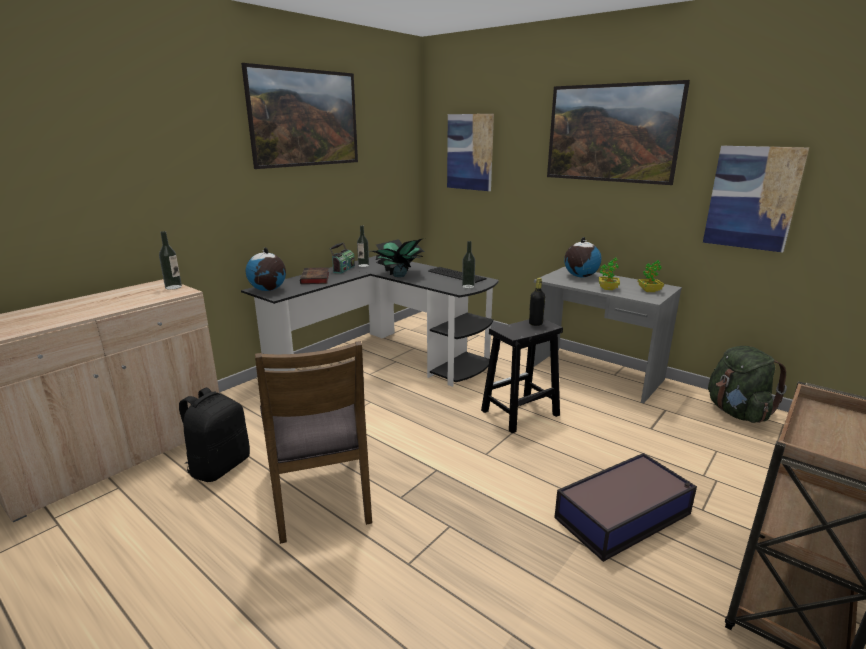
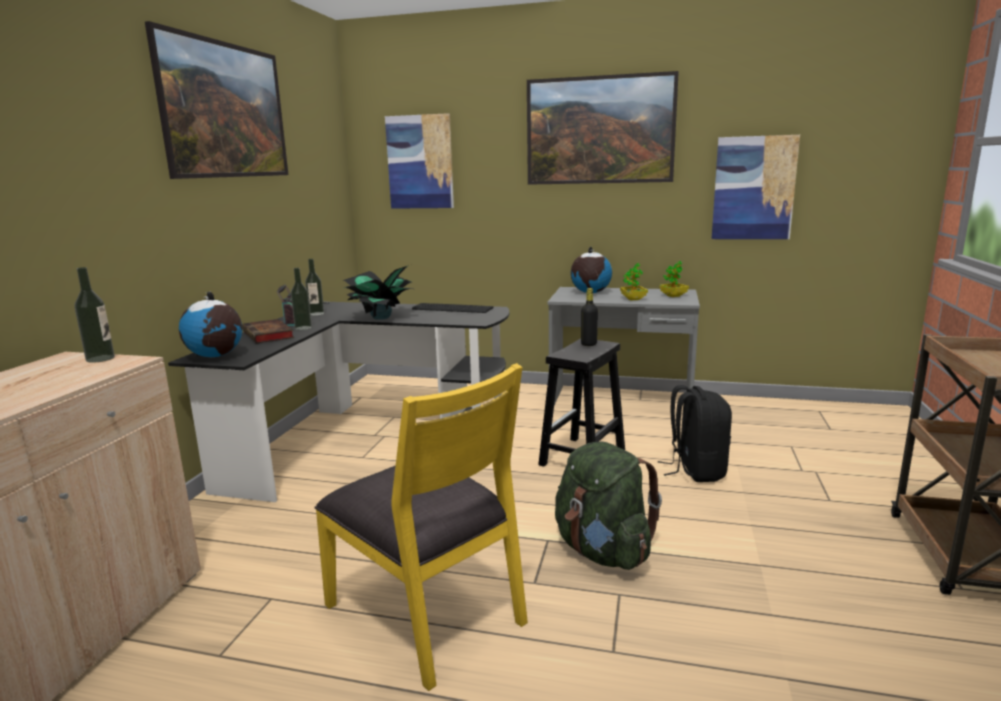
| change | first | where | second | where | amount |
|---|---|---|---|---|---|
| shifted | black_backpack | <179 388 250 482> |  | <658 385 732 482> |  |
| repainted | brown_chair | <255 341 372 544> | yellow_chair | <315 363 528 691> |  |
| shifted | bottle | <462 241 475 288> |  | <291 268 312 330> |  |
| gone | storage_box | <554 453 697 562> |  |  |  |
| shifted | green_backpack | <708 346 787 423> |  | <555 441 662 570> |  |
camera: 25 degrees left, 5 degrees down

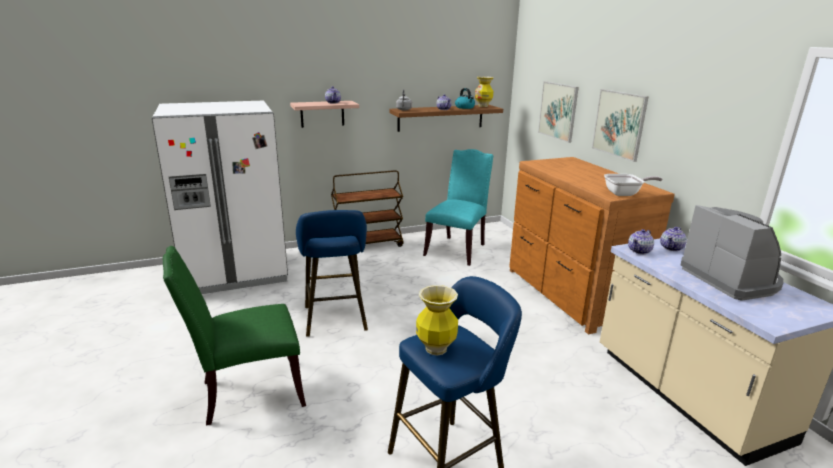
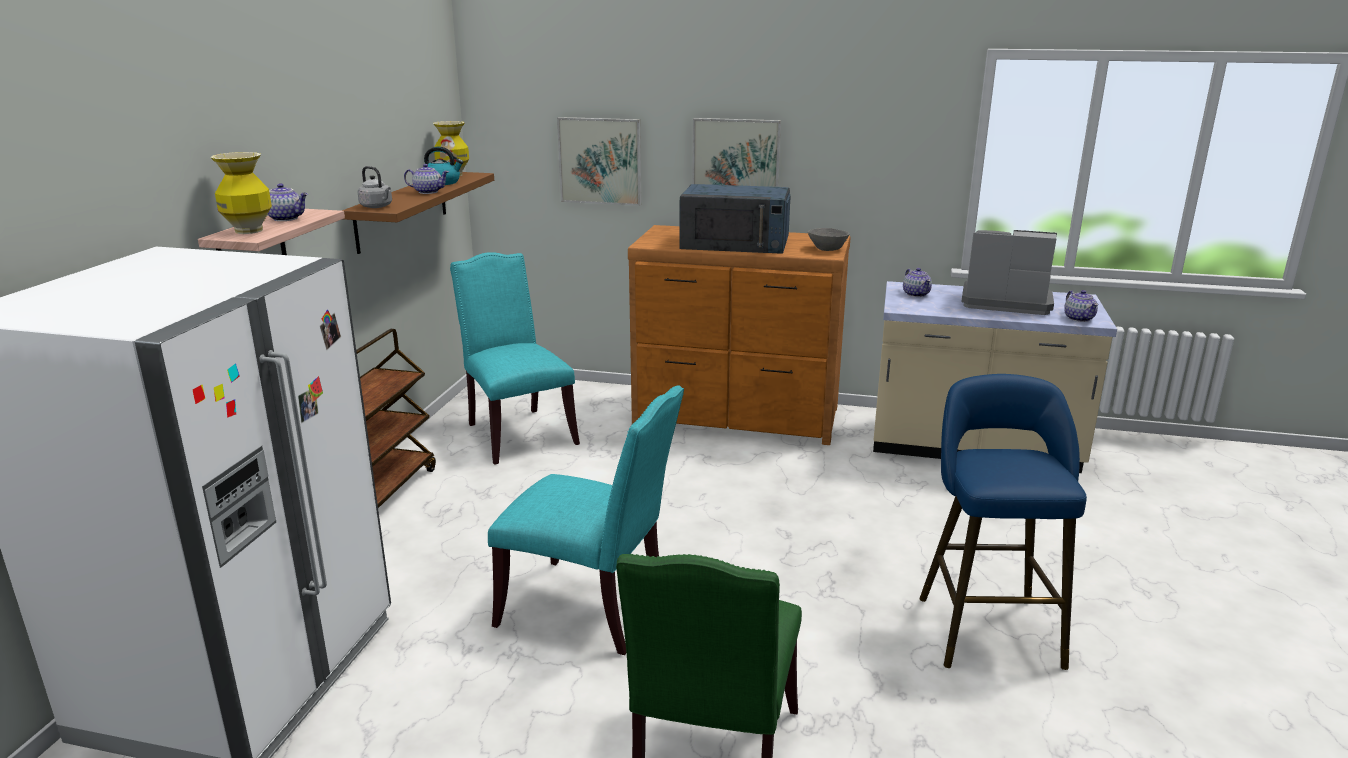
| change | first | where | second | where | amount |
|---|---|---|---|---|---|
| swapped | blue_stool | <296 210 368 337> | turquoise_chair | <488 385 684 655> |  |
| shifted | vase | <416 285 458 356> |  | <210 152 272 234> |  |
| swapped | frying_pan | <604 174 663 196> | grey_bowl | <808 228 849 251> |  |
| shifted | teapot | <628 229 654 254> |  | <1064 290 1099 322> |  |
| new |  |  | blue_microwave | <680 184 791 254> |  |
camera: 55 degrees left, 0 degrees up

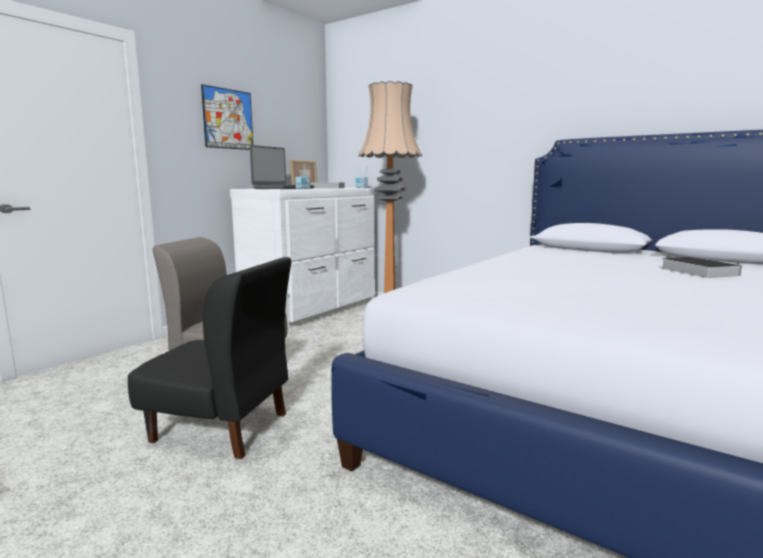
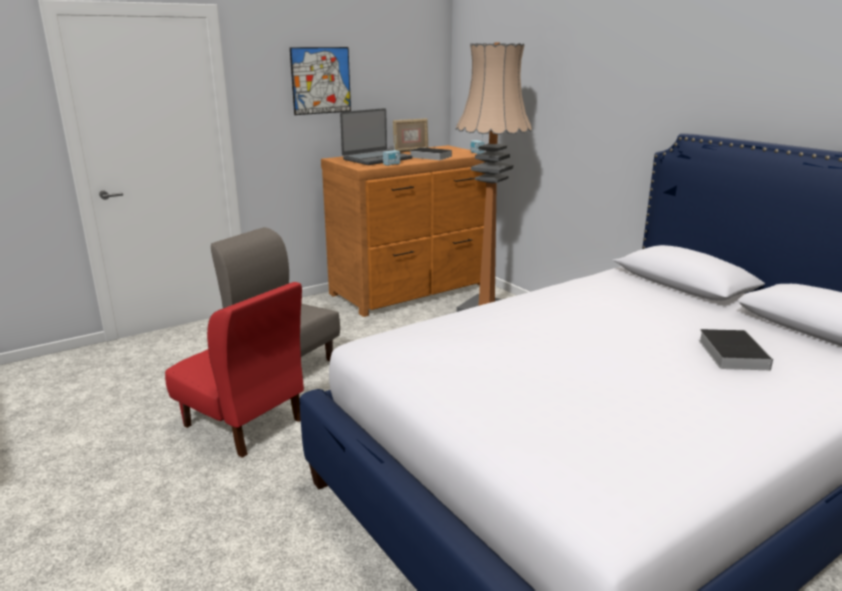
| change | first | where | second | where | amount |
|---|---|---|---|---|---|
| repainted | black_chair | <128 257 291 459> | red_chair | <165 282 304 458> |  |
| repainted | white_dresser | <230 188 375 329> | brown_dresser | <321 145 487 317> |  |
camera: 20 degrees right, 10 degrees up

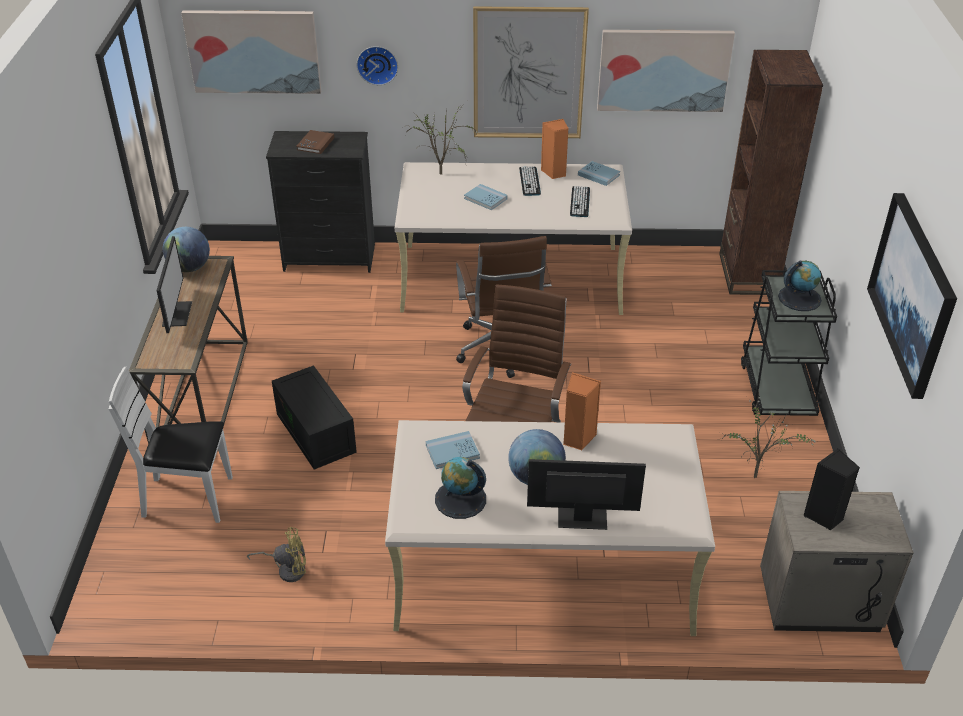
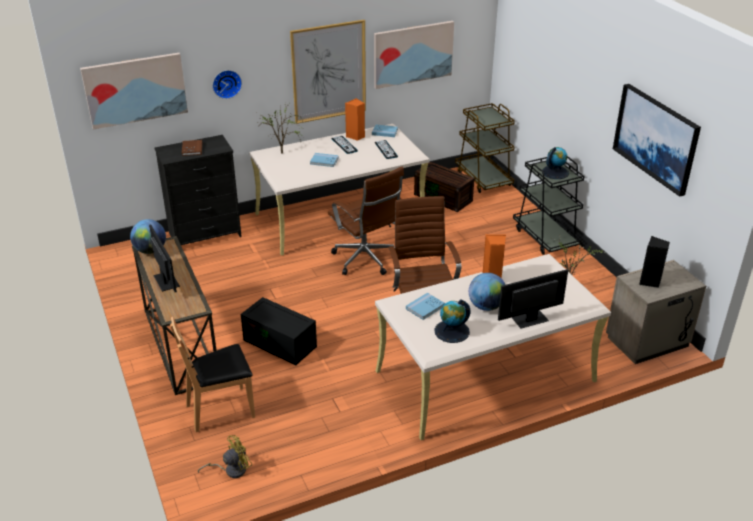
| change | first | where | second | where | amount |
|---|---|---|---|---|---|
| repainted | white_chair | <109 367 233 523> | brown_chair | <170 317 255 432> |  |
| shifted | yellow_fan | <247 527 306 582> |  | <198 435 252 478> |  |
| swapped | brown_bookcase | <719 50 823 295> | brown_cart | <455 103 515 193> |  |
| new |  |  | brown_storage_box | <414 162 475 212> |  |
camera: 25 degrees left, 5 degrees down

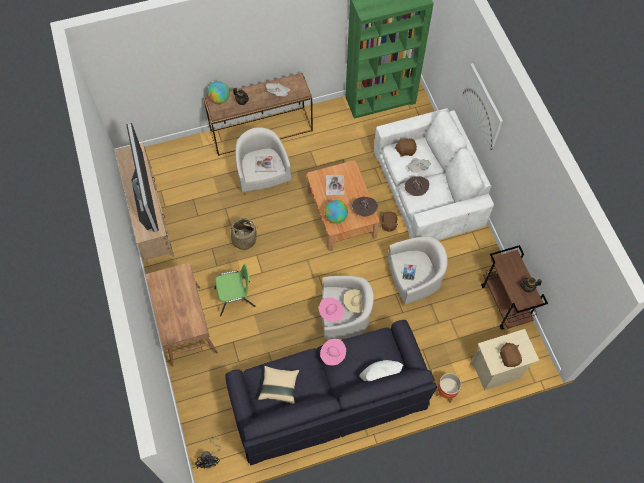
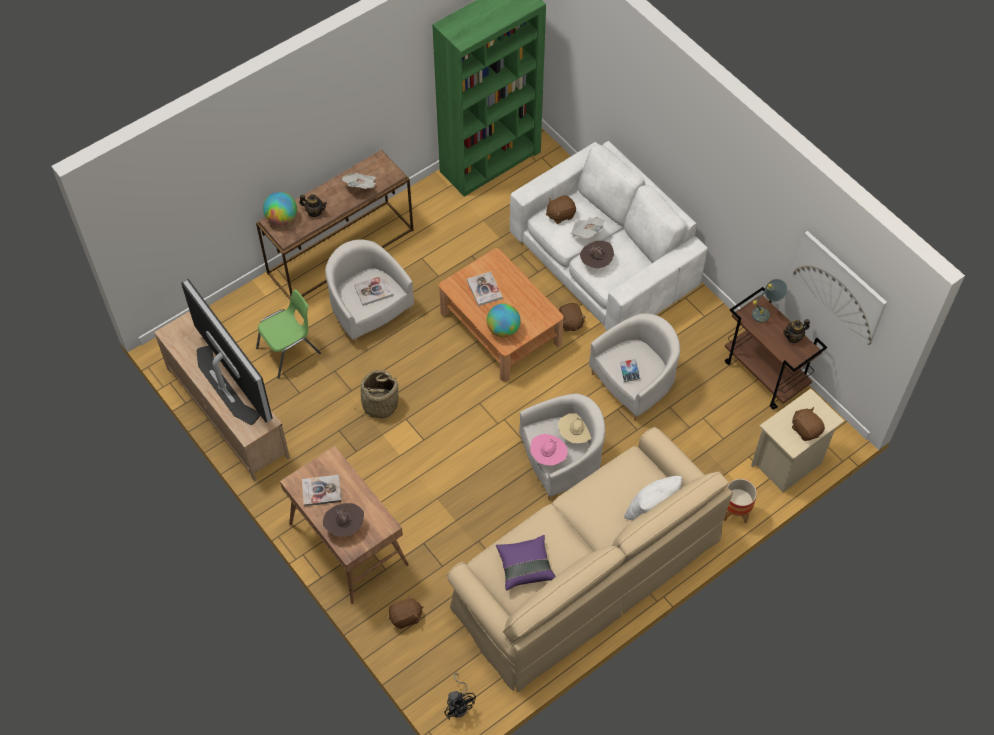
| change | first | where | second | where | amount |
|---|---|---|---|---|---|
| shifted | green_chair | <214 264 256 316> |  | <256 289 321 379> |  |
| repainted | black_sofa | <225 320 437 465> | beige_sofa | <447 427 733 692> |  |
| repainted | beige_pillow | <258 366 299 404> | purple_pillow | <496 535 556 590> |  |
| gone | pink_hat | <320 339 346 365> |  |  |  |
| shifted | brown_hat | <352 197 378 217> |  | <323 503 364 537> |  |
| shifted | picture | <463 63 503 150> |  | <792 231 887 346> |  |
| new |  |  | book | <302 475 341 506> |  |
| new |  |  | brown_plush_toy | <388 595 423 629> |  |
| new |  |  | grey_table_lamp | <752 279 787 322> |  |
camera: 20 degrees left, 5 degrees down

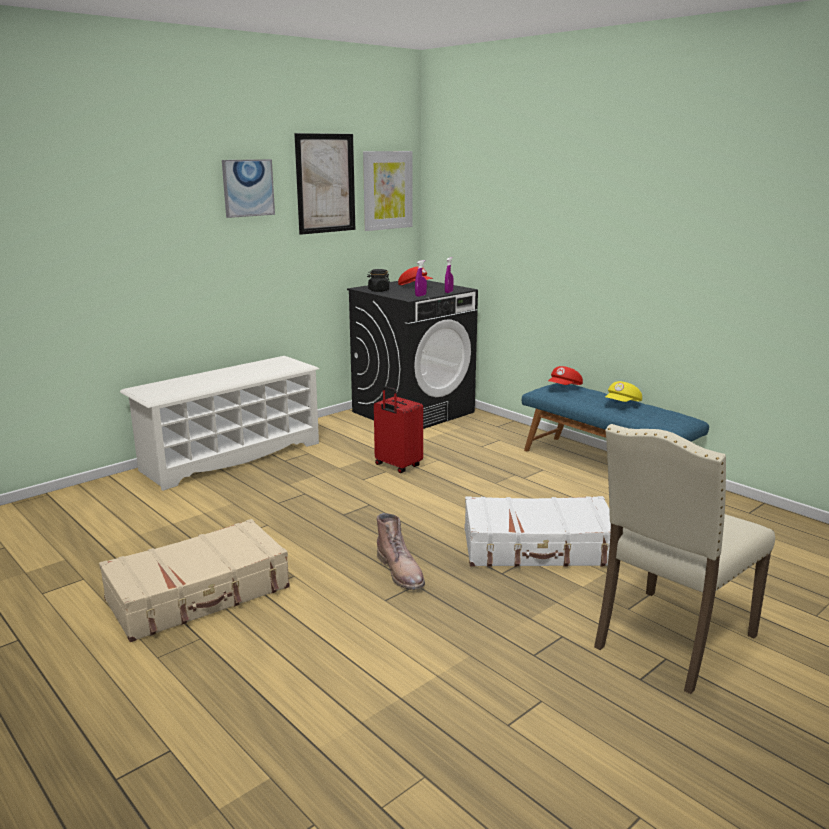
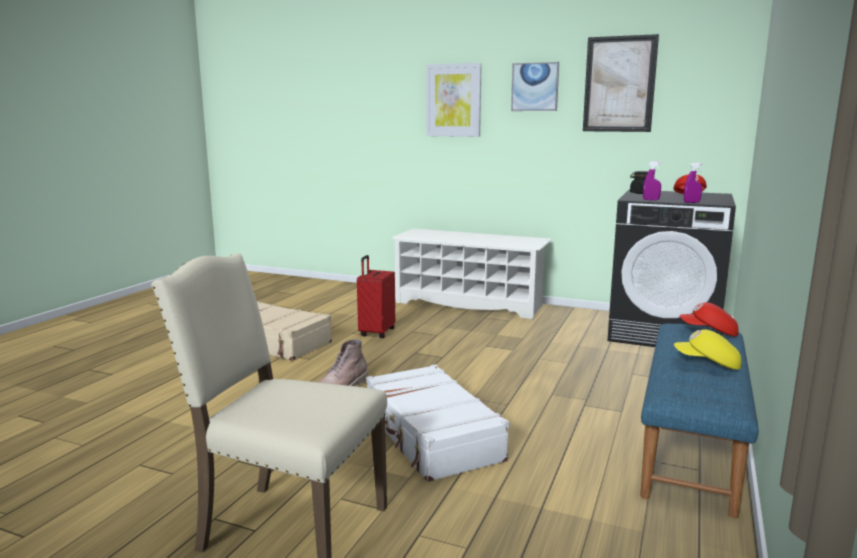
| change | first | where | second | where | amount |
|---|---|---|---|---|---|
| shifted | picture | <363 151 413 231> |  | <426 63 482 137> |  |
| shifted | red_suitcase | <374 386 423 473> |  | <357 255 395 338> |  |
camera: 65 degrees right, 5 degrees down

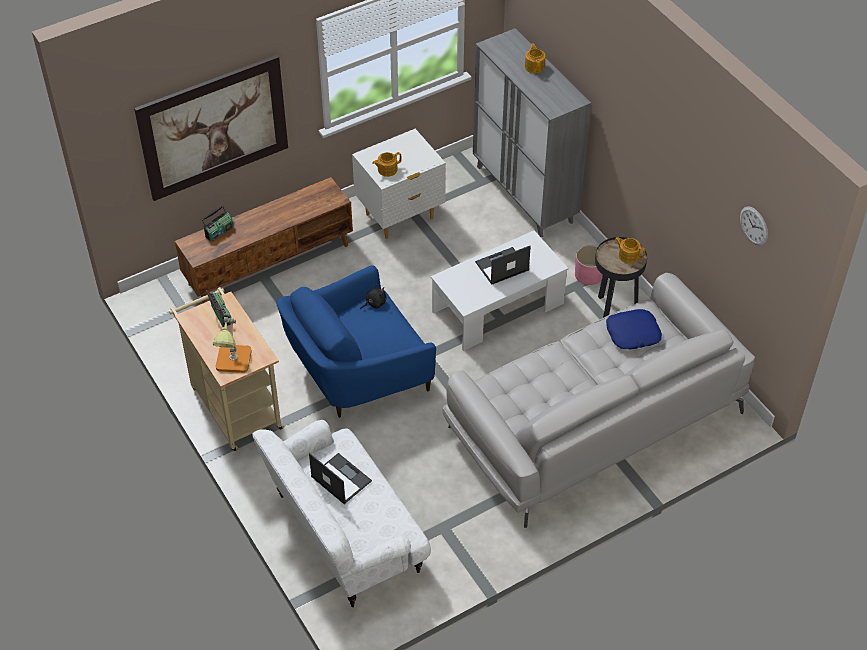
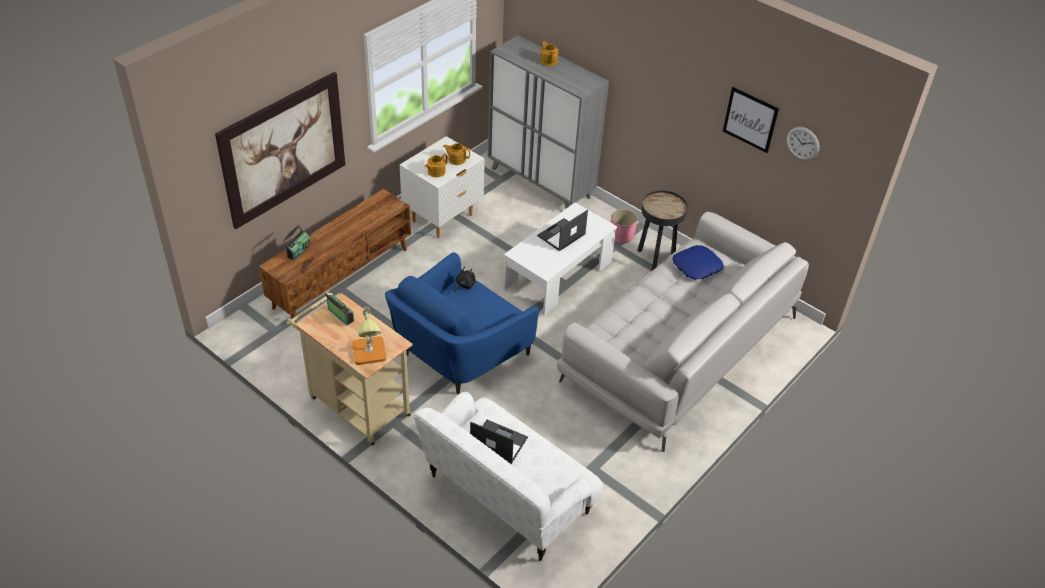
| change | first | where | second | where | amount |
|---|---|---|---|---|---|
| shifted | teapot | <615 237 645 264> |  | <443 143 470 165> |  |
| new |  |  | picture | <723 87 779 153> |  |
camera: 20 degrees left, 5 degrees down

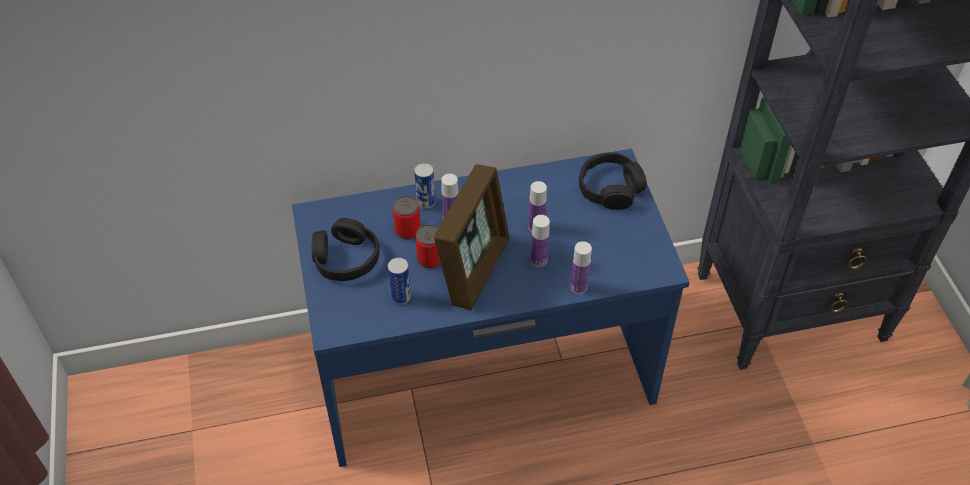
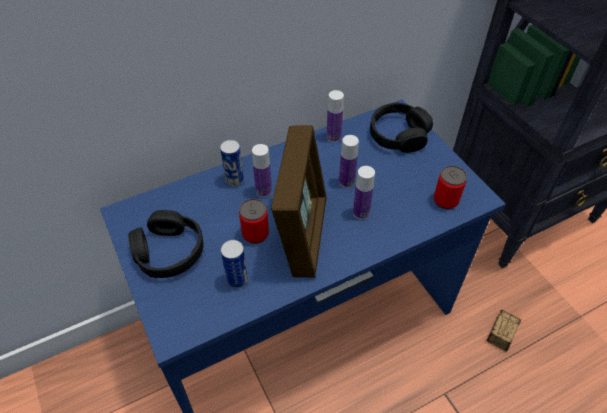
| change | first | where | second | where | amount |
|---|---|---|---|---|---|
| shifted | can | <393 196 420 239> |  | <434 166 467 209> |  |
| shifted | bottle | <570 241 592 294> |  | <326 90 344 142> |  |
| new |  |  | storage_box | <486 310 521 351> |  |
camera: 15 degrees left, 0 degrees up

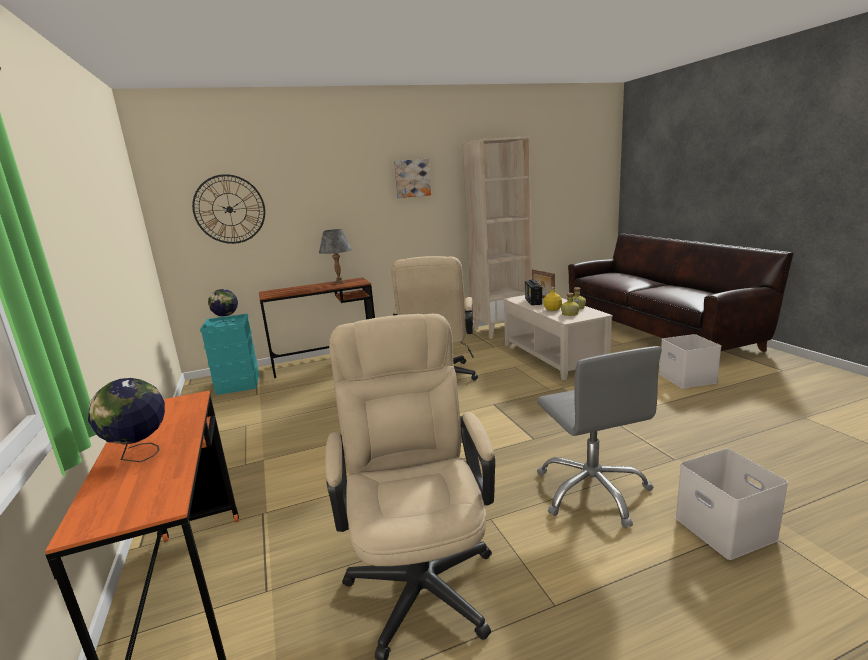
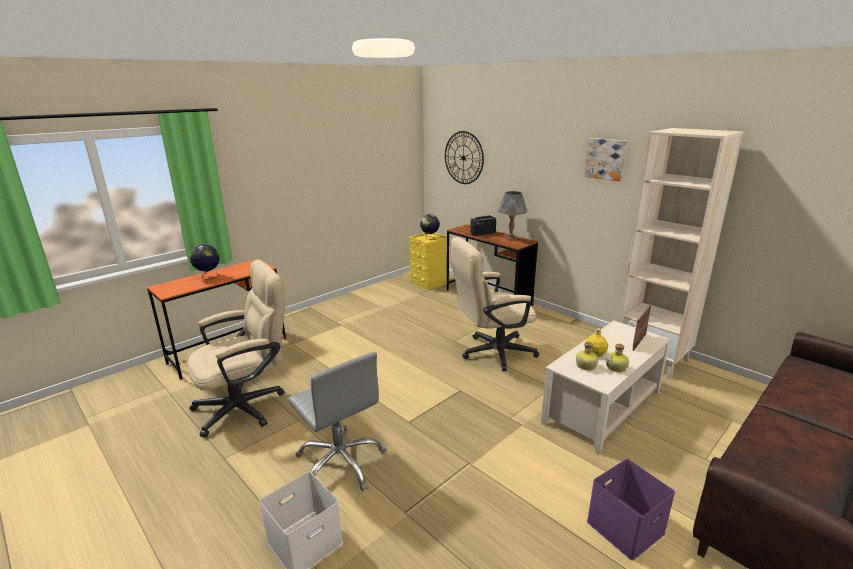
| change | first | where | second | where | amount |
|---|---|---|---|---|---|
| repainted | turquoise_storage_box | <200 314 259 395> | yellow_storage_box | <409 233 450 290> |  |
| shifted | radio | <525 279 542 306> |  | <470 216 496 236> |  |
| rotated | grey_office_chair | <537 346 662 528> |  | <288 352 386 491> | 90 degrees counterclockwise |
| repainted | white_storage_box | <659 334 722 388> | purple_storage_box | <587 459 675 560> |  |
camera: 65 degrees right, 5 degrees up

